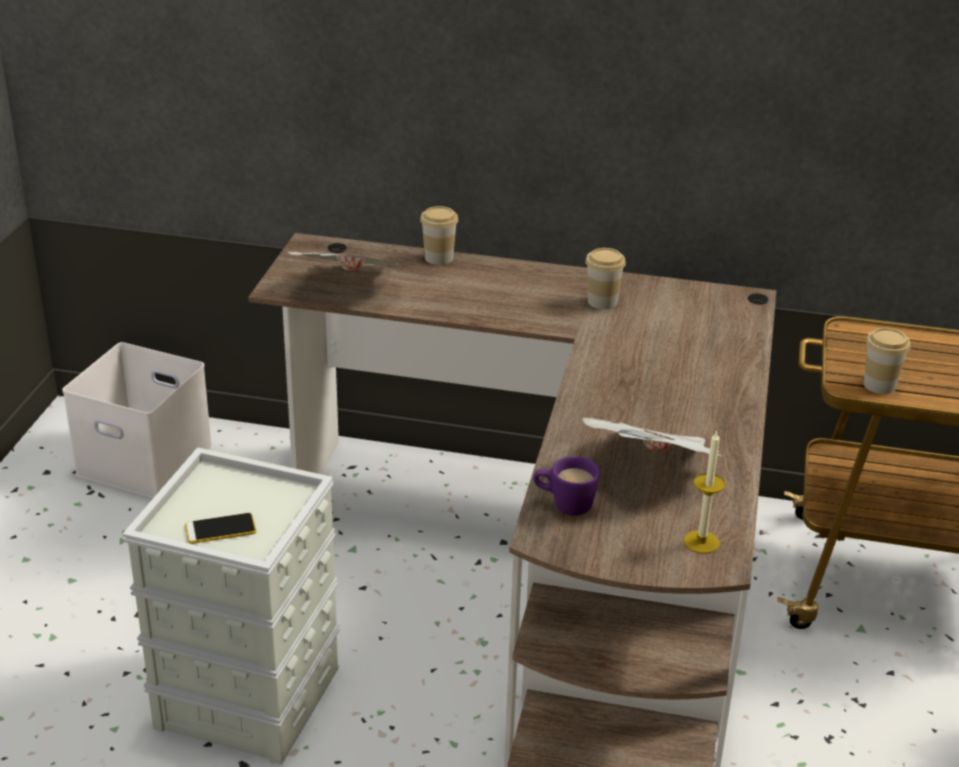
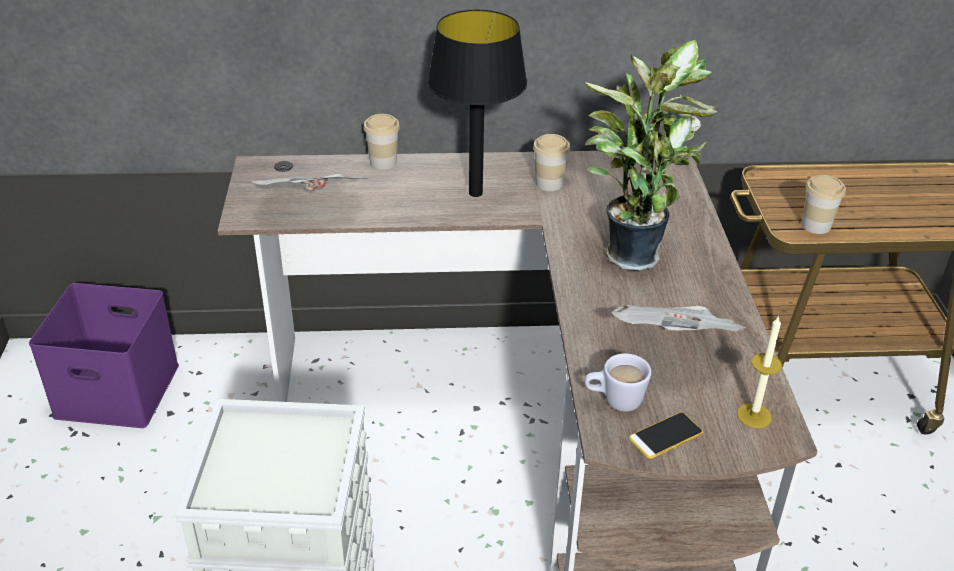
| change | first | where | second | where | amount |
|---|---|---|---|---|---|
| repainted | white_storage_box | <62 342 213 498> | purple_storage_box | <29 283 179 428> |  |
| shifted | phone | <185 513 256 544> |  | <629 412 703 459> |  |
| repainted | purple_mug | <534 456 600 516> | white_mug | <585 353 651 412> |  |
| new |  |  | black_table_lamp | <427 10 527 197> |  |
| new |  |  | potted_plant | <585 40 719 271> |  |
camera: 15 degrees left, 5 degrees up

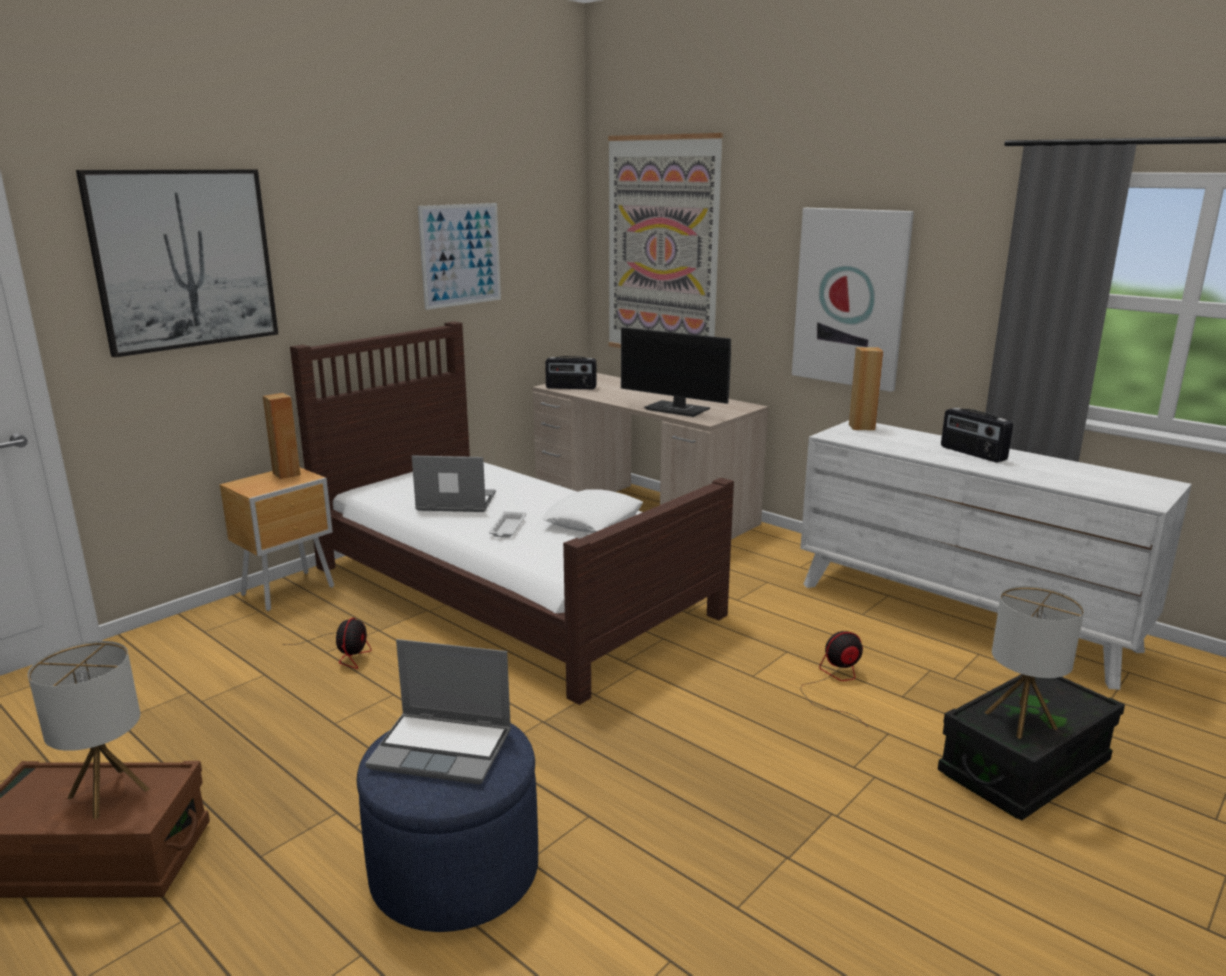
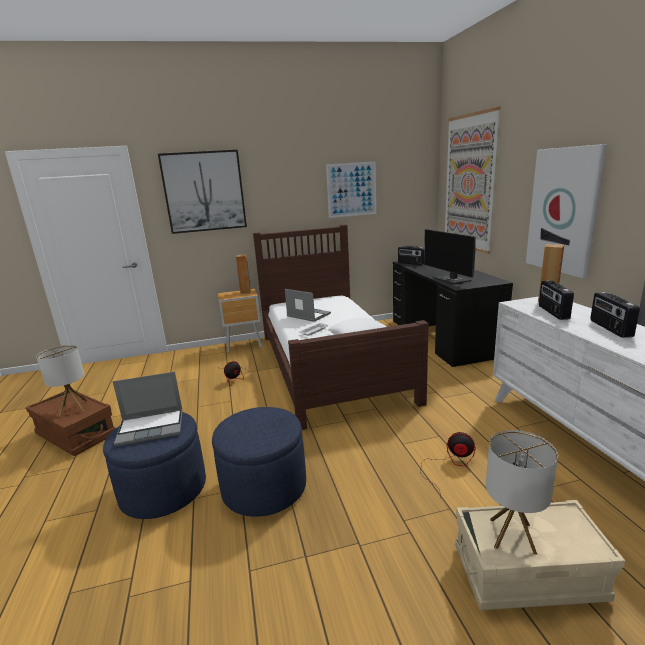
| change | first | where | second | where | amount |
|---|---|---|---|---|---|
| rotated | laptop | <365 639 511 784> |  | <113 372 183 446> | 60 degrees counterclockwise |
| repainted | beige_desk | <533 373 768 539> | black_desk | <393 261 513 367> |  |
| repainted | black_storage_box | <938 674 1125 821> | beige_storage_box | <455 500 625 610> |  |
| new |  |  | blue_ottoman | <212 407 306 517> |  |
| new |  |  | radio | <539 280 574 320> |  |
camera: 35 degrees right, 0 degrees up

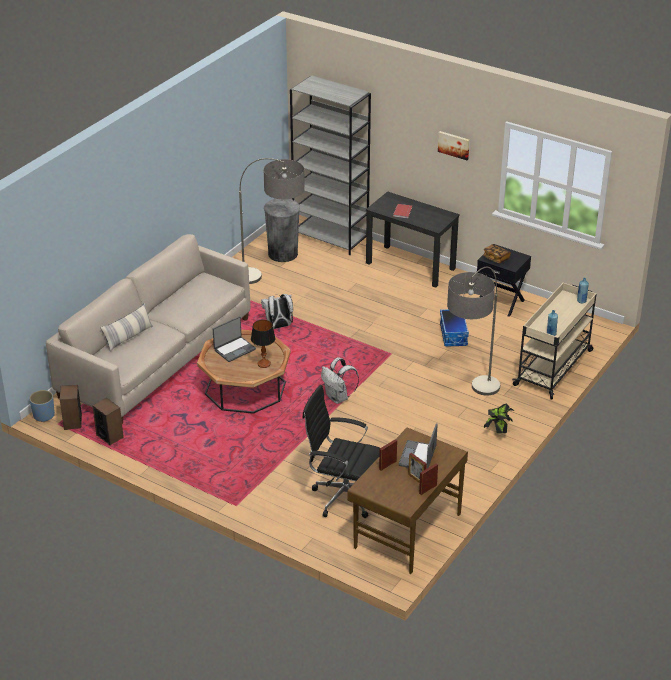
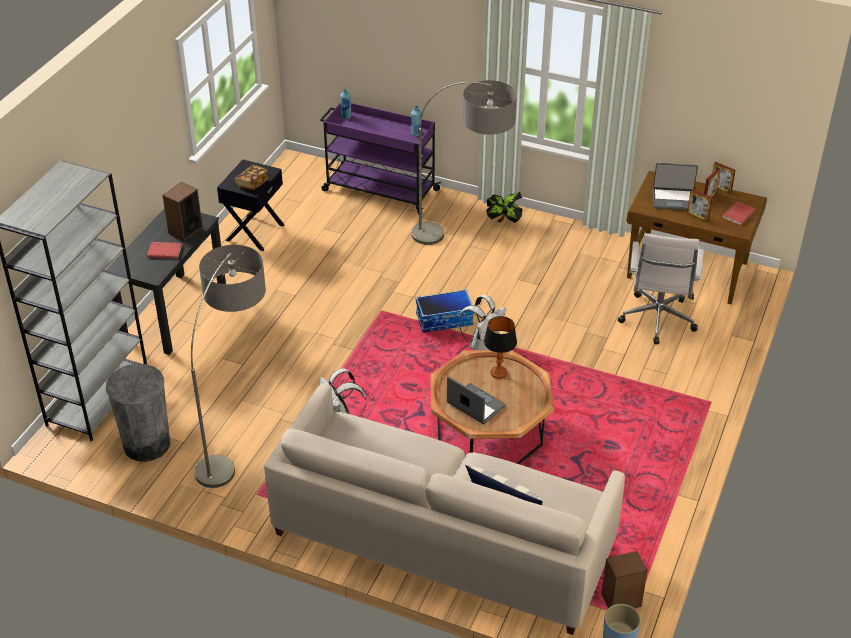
| change | first | where | second | where | amount |
|---|---|---|---|---|---|
| shifted | speaker | <92 398 124 445> |  | <162 182 203 241> |  |
| repainted | black_office_chair | <302 385 380 518> | white_office_chair | <618 233 704 345> |  |
| gone | picture | <438 131 470 160> |  |  |  |
| shifted | storage_box | <440 309 469 347> |  | <415 289 474 333> |  |
| repainted | beige_cart | <512 283 597 400> | purple_cart | <320 102 441 214> |  |
| new |  |  | red_book | <722 201 756 225> |  |
camera: 100 degrees left, 5 degrees up

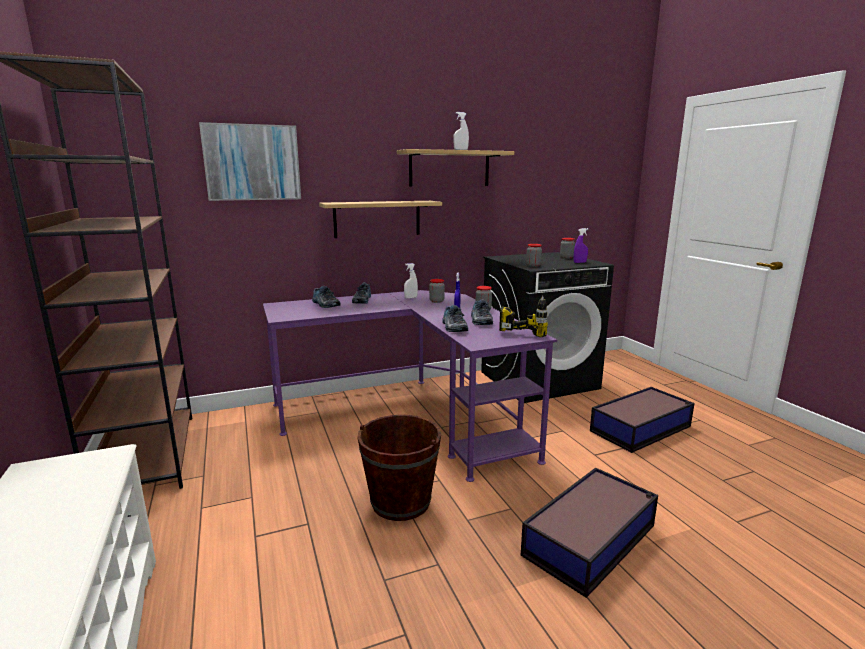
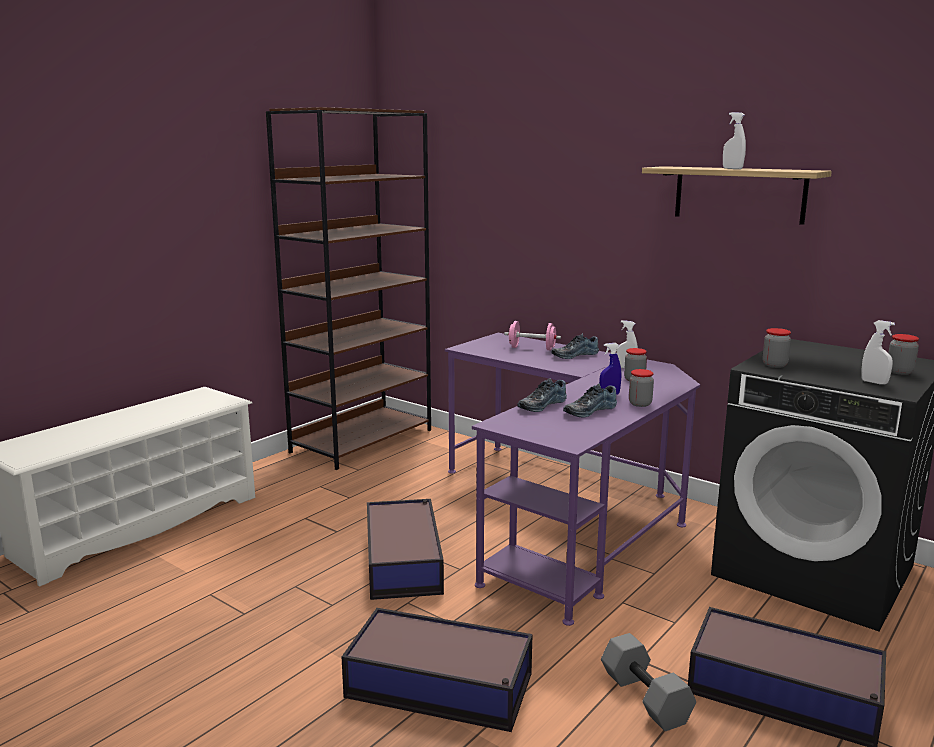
| change | first | where | second | where | amount |
|---|---|---|---|---|---|
| gone | picture | <199 122 301 201> |  |  |  |
| swapped | shoe | <312 286 341 308> | pink_dumbbell | <504 321 561 350> |  |
| gone | shelf | <319 201 442 238> |  |  |  |
| swapped | brown_bucket | <358 415 441 521> | storage_box | <367 499 444 600> |  |
| gone | power_drill | <499 296 548 337> |  |  |  |
| repainted | purple_spray_bottle | <574 228 588 263> | white_spray_bottle | <861 320 895 385> |  |
| new |  |  | grey_dumbbell | <601 633 696 731> |  |
camera: 60 degrees right, 0 degrees up

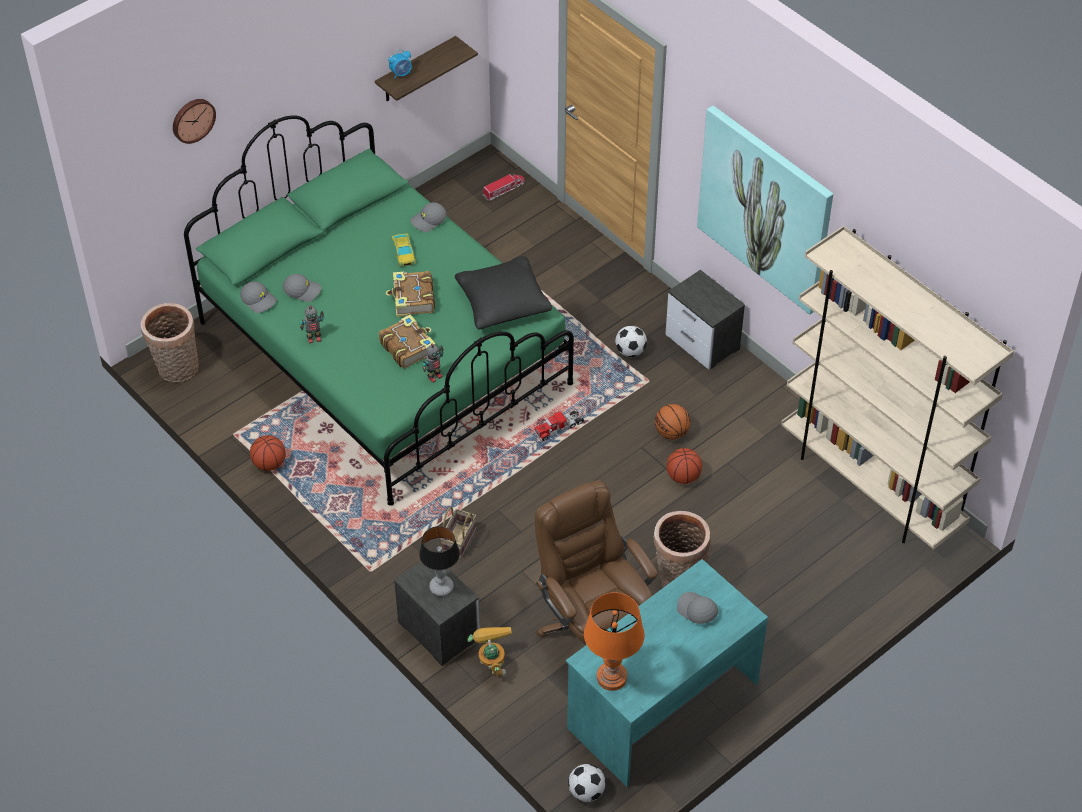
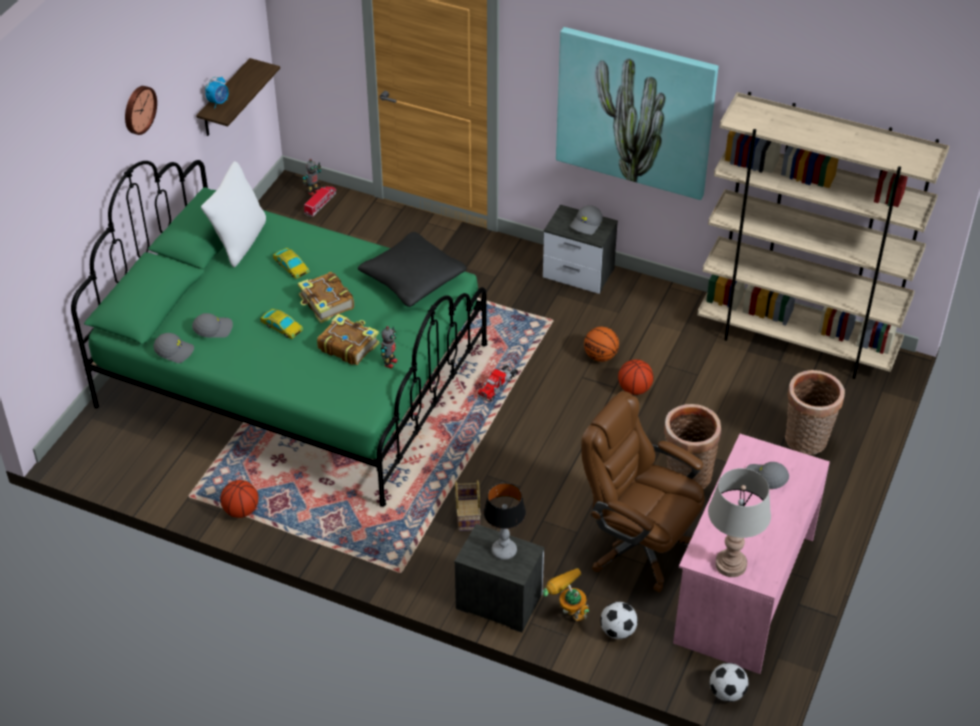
| change | first | where | second | where | amount |
|---|---|---|---|---|---|
| shifted | basket | <141 303 199 382> |  | <785 370 845 455> |  |
| shifted | wall_clock | <173 99 216 144> |  | <125 86 157 135> |  |
| shifted | toy_robot | <300 305 324 343> |  | <303 159 321 196> |  |
| shifted | grey_cap | <410 202 447 232> |  | <570 205 603 235> |  |
| repainted | turquoise_desk | <566 559 768 787> | pink_desk | <673 434 830 674> |  |
| repainted | orange_table_lamp | <584 593 644 691> | grey_table_lamp | <708 468 771 577> |  |
| shifted | football | <615 326 647 357> |  | <600 602 638 639> |  |
| new |  |  | white_pillow | <201 161 266 267> |  |
| new |  |  | toy_car | <260 309 303 339> |  |
camera: 25 degrees left, 5 degrees down

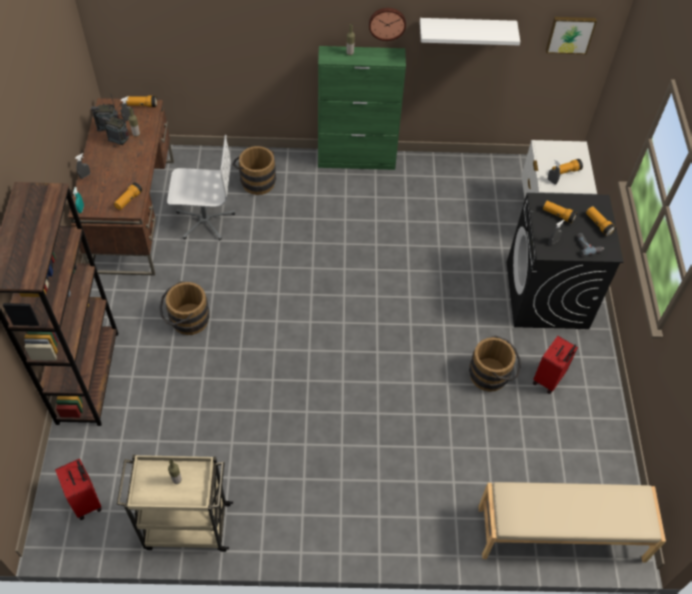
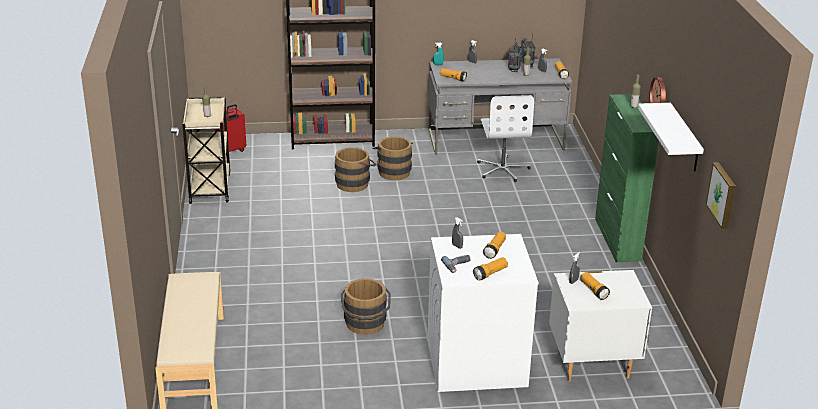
| change | first | where | second | where | amount |
|---|---|---|---|---|---|
| repainted | brown_desk | <68 98 174 275> | grey_desk | <428 58 572 155> |  |
| shifted | brown_bucket | <232 146 276 195> |  | <335 147 376 192> |  |
| repainted | black_washing_machine | <507 193 623 329> | white_washing_machine | <428 234 539 392> |  |
| gone | red_suitcase | <533 336 578 394> |  |  |  |
camera: 85 degrees right, 25 degrees down

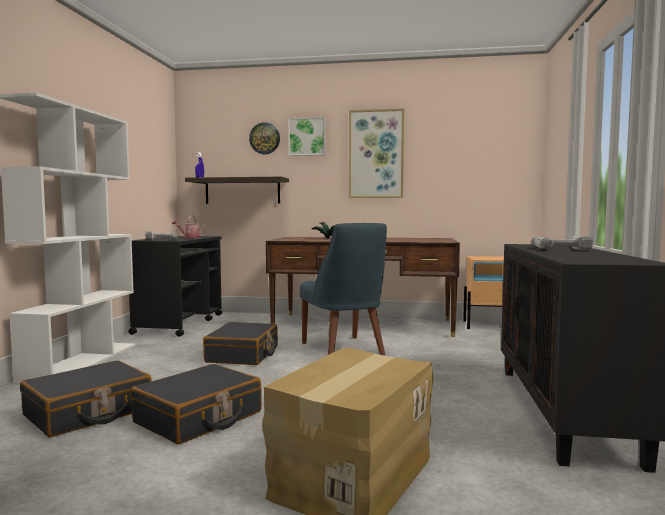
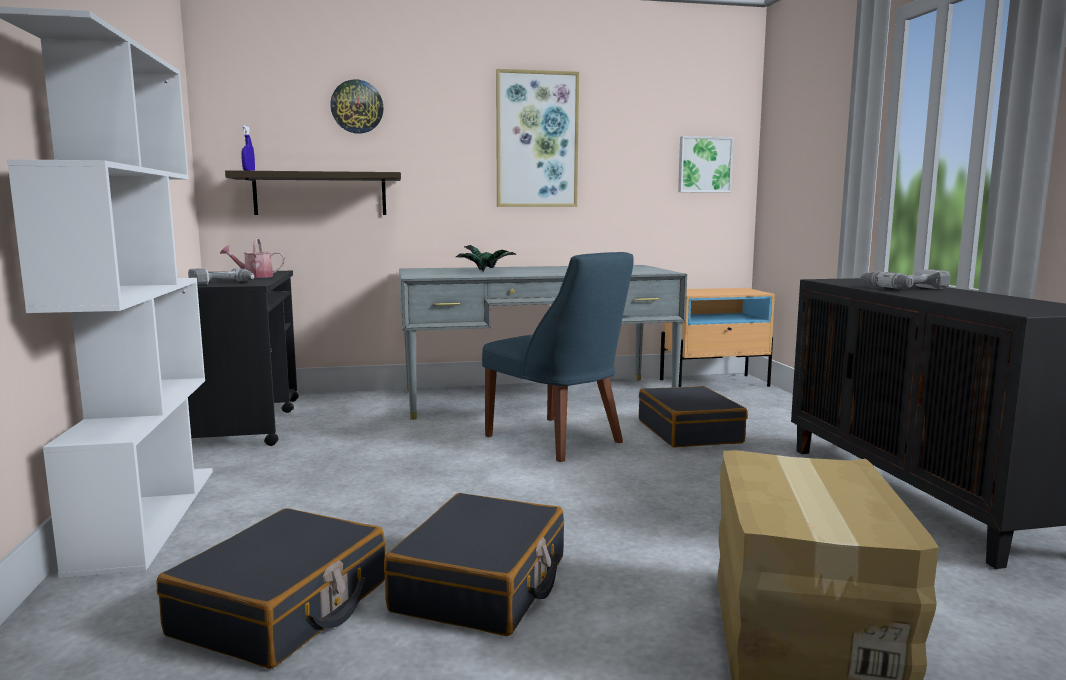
| change | first | where | second | where | amount |
|---|---|---|---|---|---|
| shifted | black_suitcase | <203 322 278 365> |  | <639 386 748 448> |  |
| repainted | brown_desk | <266 237 460 337> | grey_desk | <399 265 687 420> |  |
| shifted | picture | <288 117 326 156> |  | <678 136 734 193> |  |
camera: 20 degrees left, 5 degrees up

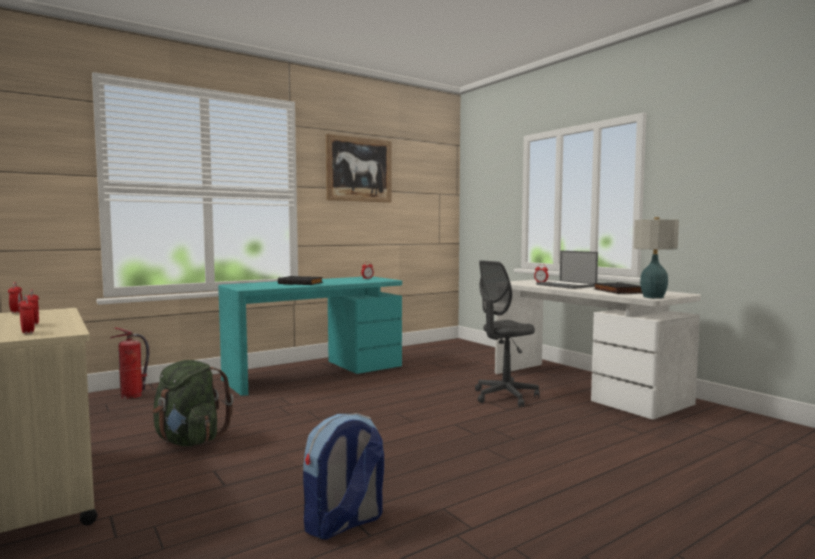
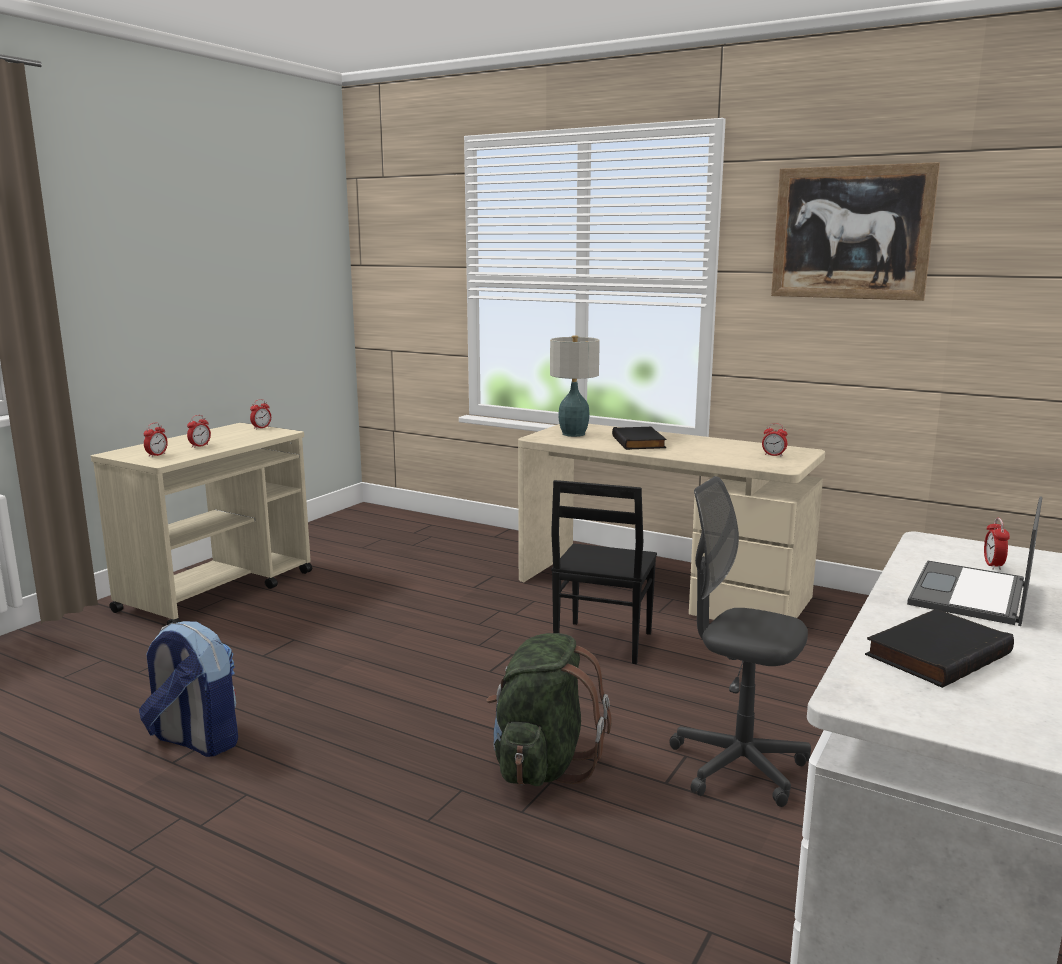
| change | first | where | second | where | amount |
|---|---|---|---|---|---|
| gone | fire_extinguisher | <110 328 150 399> |  |  |  |
| shifted | green_backpack | <152 360 233 446> |  | <486 633 612 786> |  |
| repainted | turquoise_desk | <218 276 402 396> | beige_desk | <518 424 825 620> |  |
| shifted | table_lamp | <634 217 679 299> |  | <550 335 600 437> |  |
| new |  |  | black_chair | <551 480 657 664> |  |
camera: 65 degrees right, 10 degrees up

